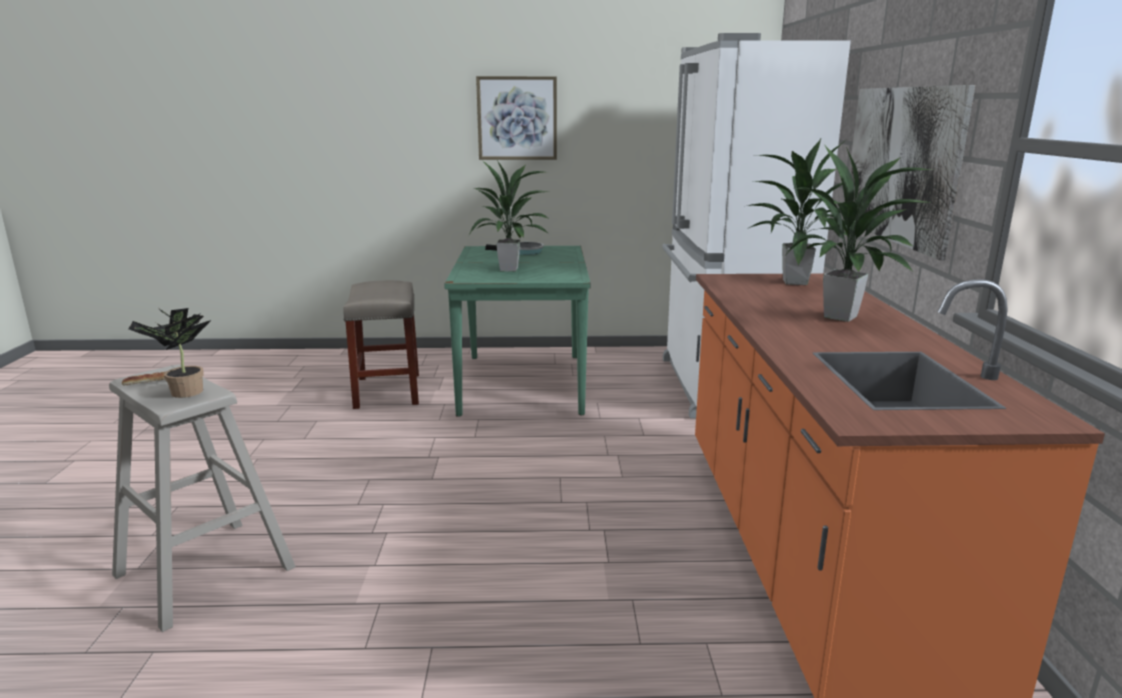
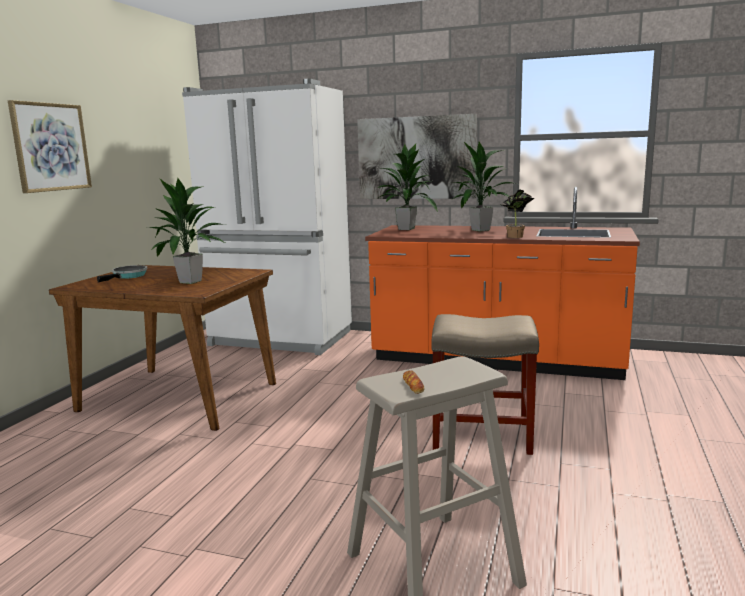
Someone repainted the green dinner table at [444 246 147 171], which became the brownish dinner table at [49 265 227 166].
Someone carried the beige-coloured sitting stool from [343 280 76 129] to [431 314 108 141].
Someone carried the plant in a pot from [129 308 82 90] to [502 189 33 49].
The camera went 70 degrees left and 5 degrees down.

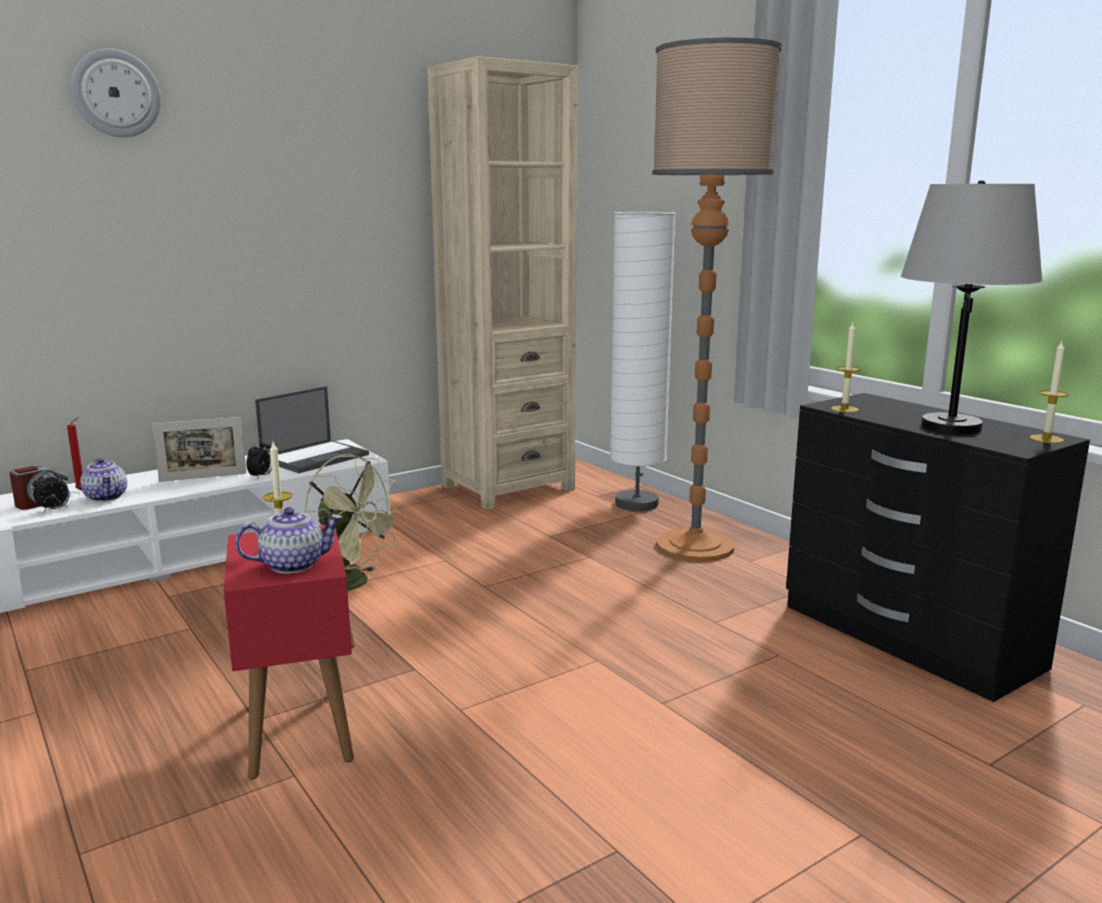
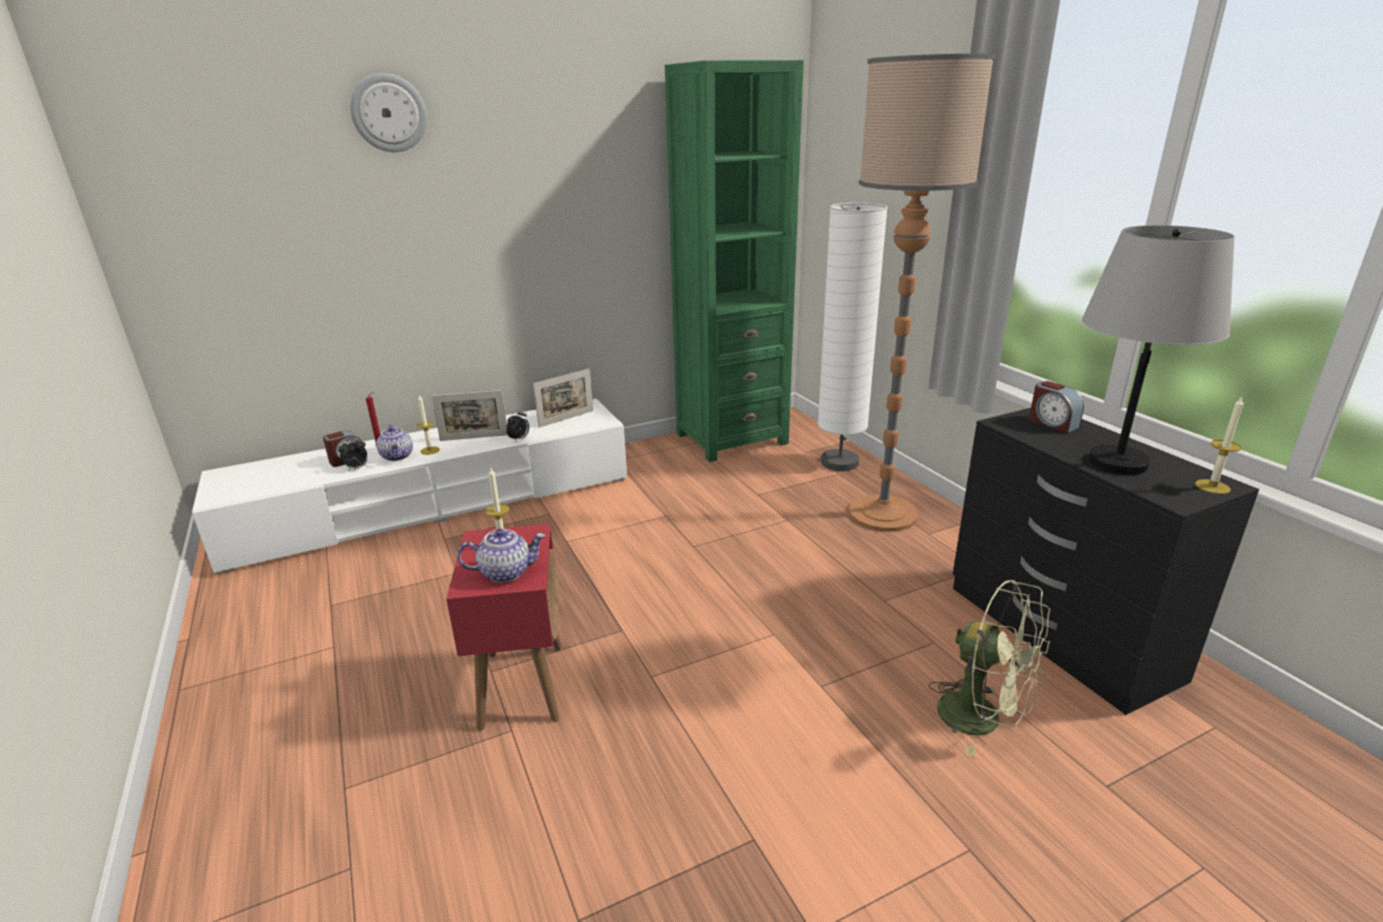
Someone carried the wax candle from [831 323 30 90] to [417 395 23 60].
Someone swapped the notebook computer at [255 386 114 87] for the photo frame at [533 369 60 58].
Someone repainted the beige-coloured bookcase at [427 56 151 454], which became the green bookcase at [665 60 139 402].
Someone carried the green fan from [305 454 98 137] to [929 580 121 177].
Someone put down the table clock at [1029 381 55 52].
The camera went 10 degrees right and 10 degrees up.

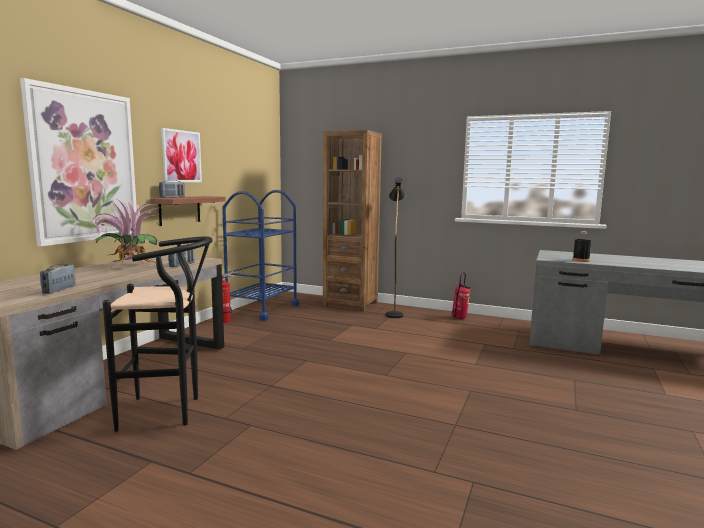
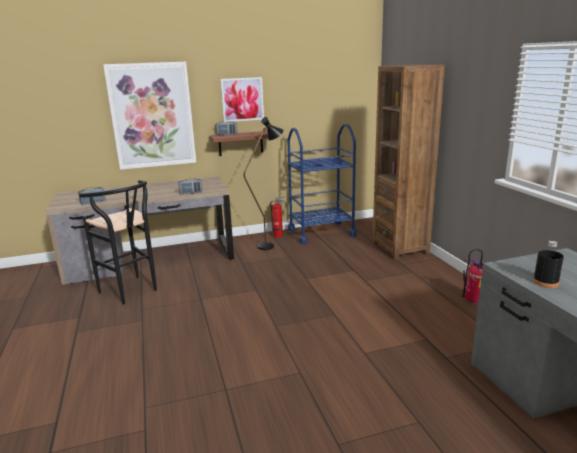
Someone carried the black floor lamp from [386 177 20 141] to [244 117 40 133].
Someone took away the plant in a pot at [91 199 71 66].
The camera went 50 degrees right and 10 degrees up.

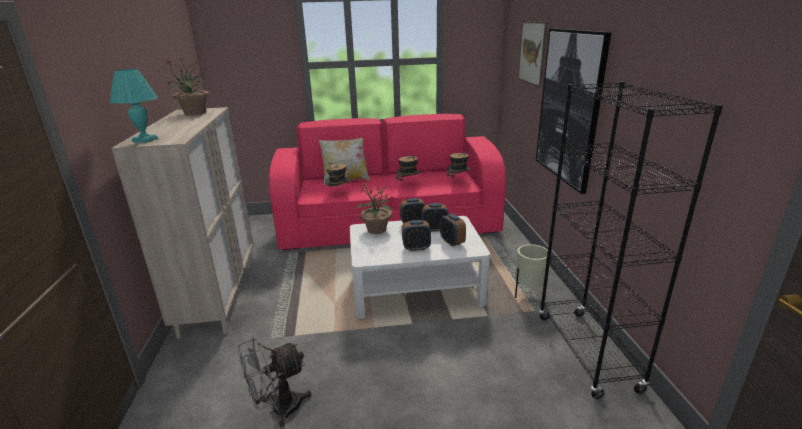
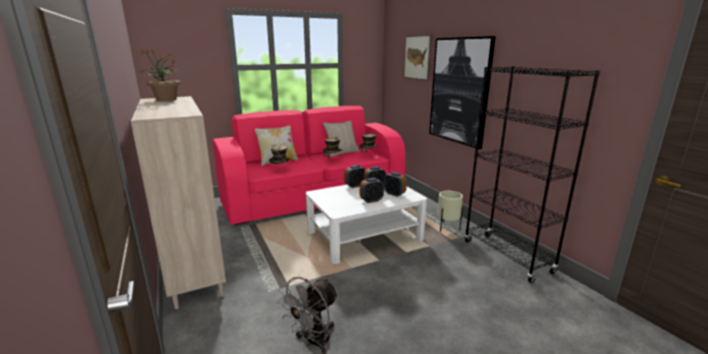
Someone put down the beige-coloured cushion at [322 121 38 36].
Someone took away the turquoise-coloured lamp for a table at [110 69 48 74].
Someone took away the plant in a pot at [355 183 39 51].
The camera went 20 degrees left and 5 degrees down.

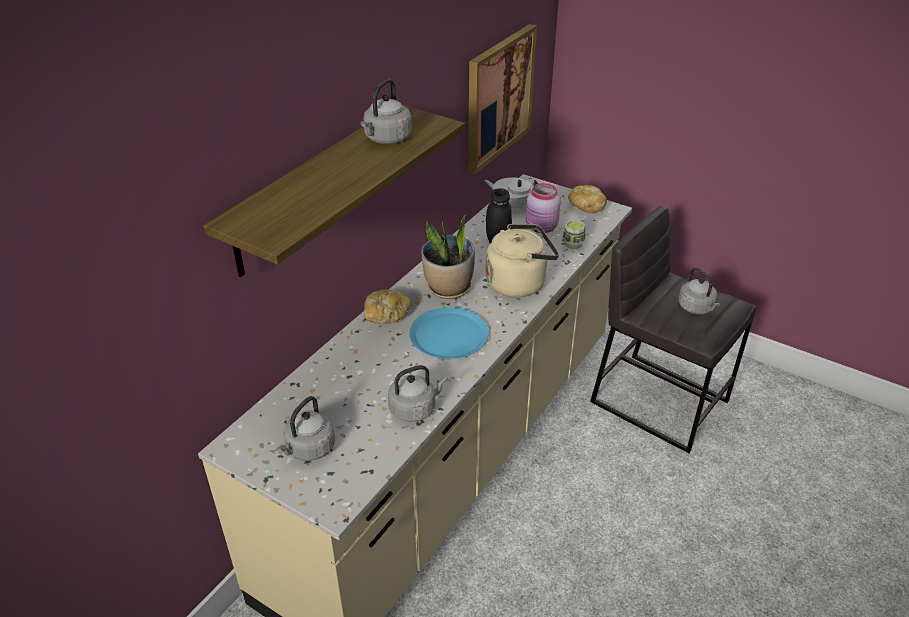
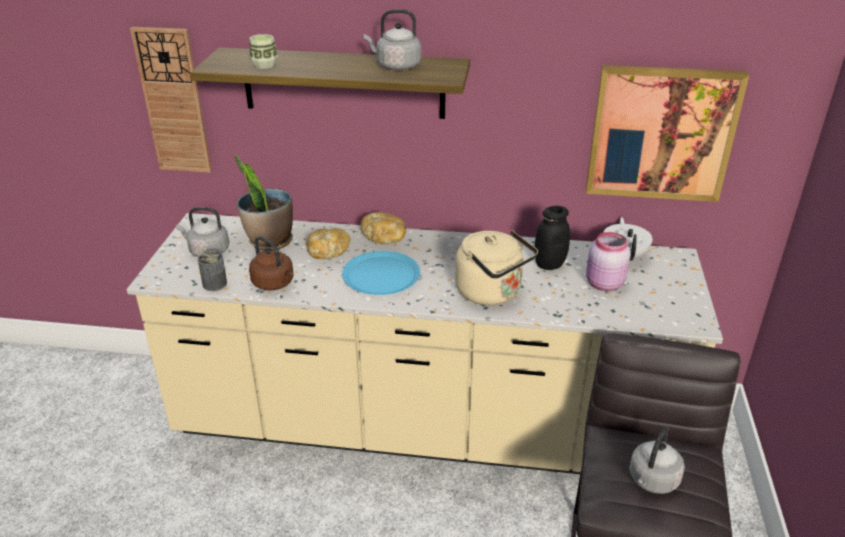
Someone put up the hanging clock at [130 27 82 146].
Someone put down the can at [198 251 29 40].
Someone carried the plant in a pot from [421 214 54 85] to [235 155 58 96].
Someone carried the drinking cup from [562 220 23 29] to [249 34 29 35].
Someone repainted the gray tea kettle at [388 365 60 57], which became the brownish tea kettle at [249 236 44 55].
Someone carried the bakery bread from [568 185 39 28] to [306 228 44 31].
The camera went 65 degrees right and 5 degrees down.

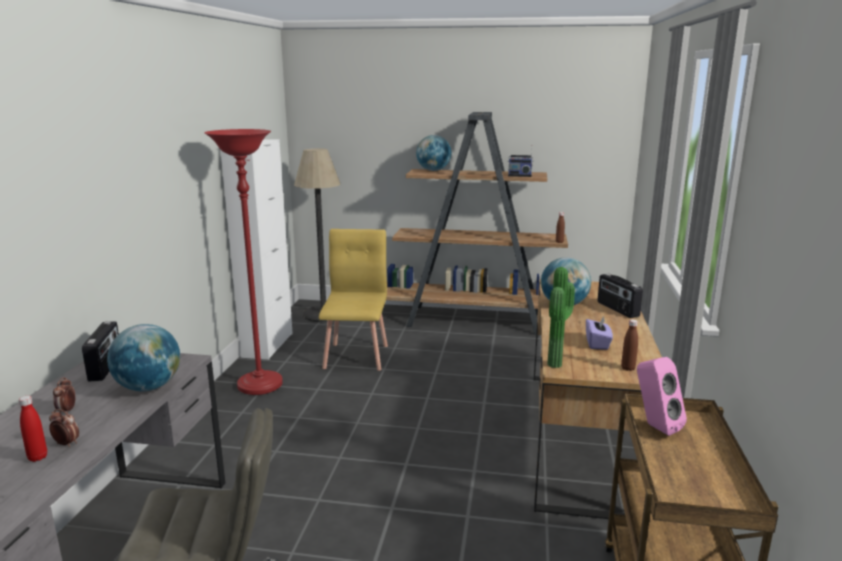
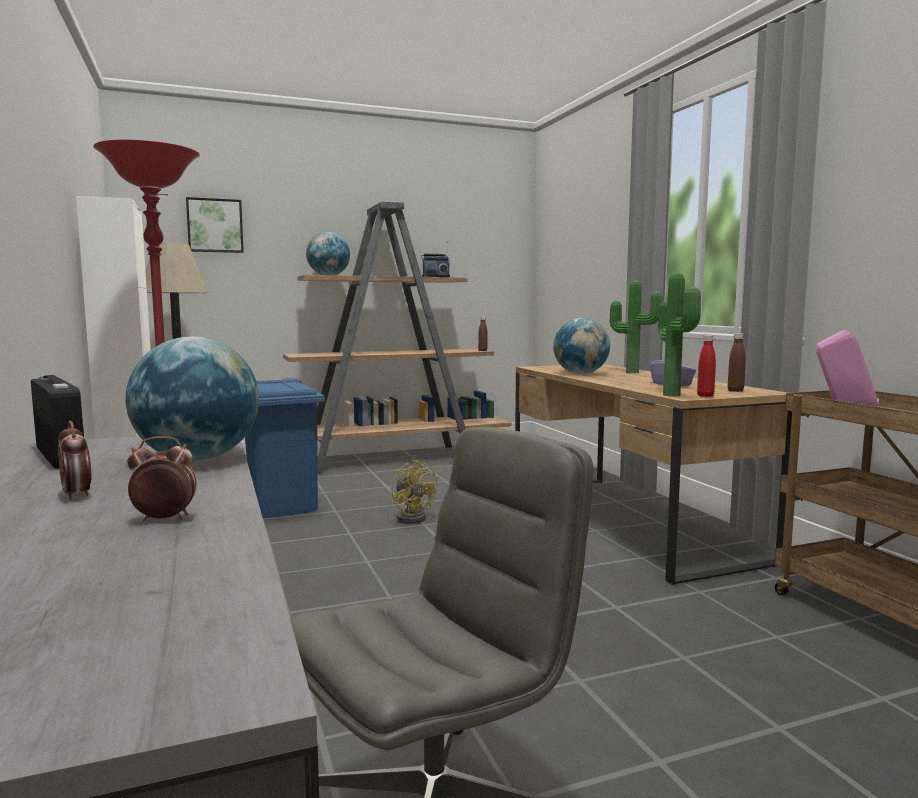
Someone put up the picture at [186 197 58 56].
Someone swapped the yellow-coloured upright chair at [319 229 69 142] for the blue waste bin at [245 379 80 139].
Someone put down the yellow-coloured fan at [391 459 47 65].
Someone swapped the radio at [598 274 45 44] for the plant in a pot at [610 280 53 93].
Someone carried the red-coloured beverage bottle from [19 396 28 66] to [697 335 19 62].
The camera went 30 degrees left and 10 degrees down.

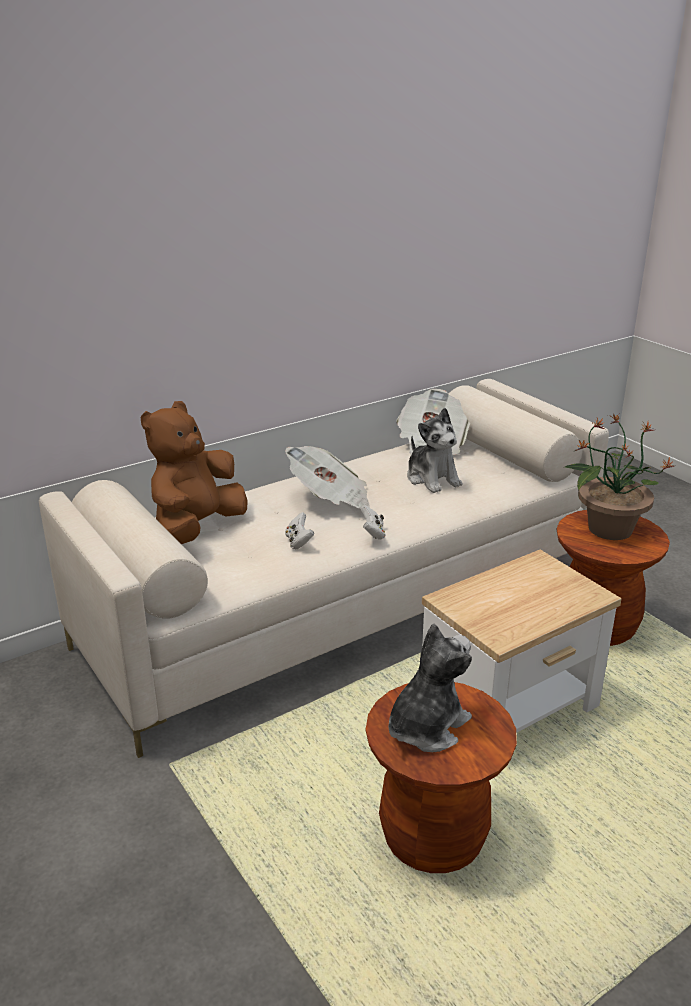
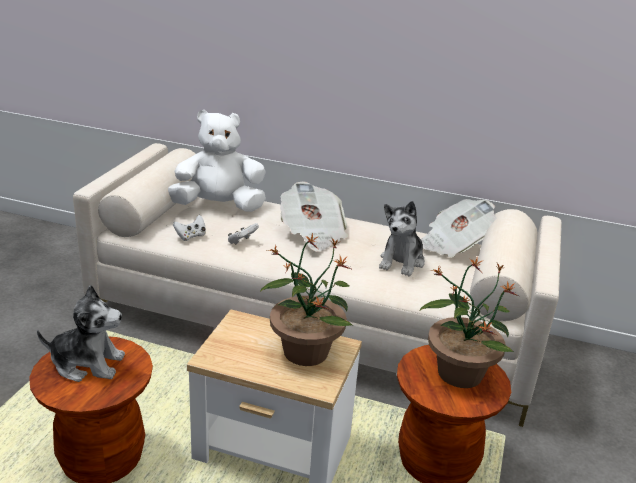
Someone repainted the brownish cuddly toy at [141 401 107 143], which became the whitish cuddly toy at [168 110 98 102].
Someone carried the whitish game controller from [361 505 25 34] to [173 215 33 26].
Someone put down the plant in a pot at [260 233 92 133].
The camera went 50 degrees right and 0 degrees up.

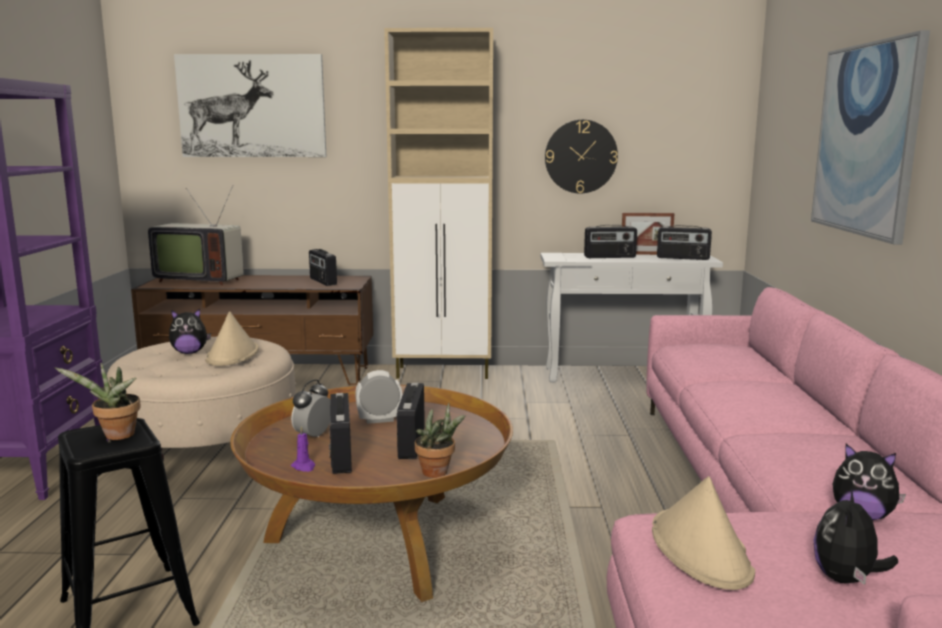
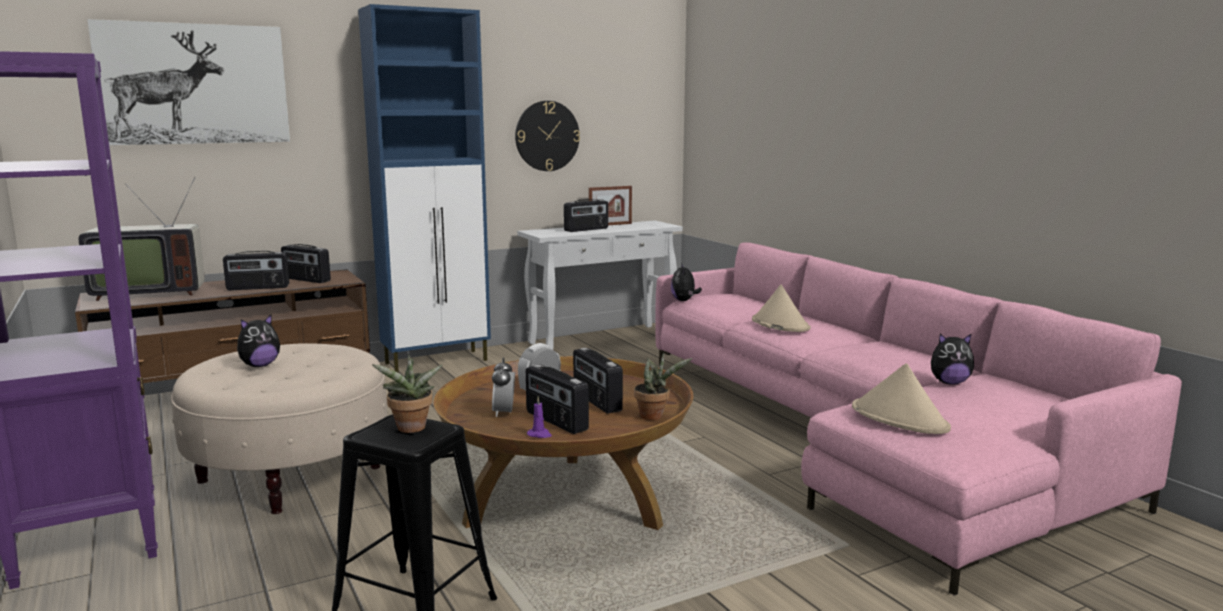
Someone carried the radio from [657 225 55 35] to [223 251 66 39].
Someone repainted the beige-coloured storage cabinet at [384 28 109 351], which became the blue storage cabinet at [358 4 133 369].
Someone carried the cuddly toy from [814 488 84 97] to [671 263 31 38].
Someone carried the beige-coloured wearable hat from [205 311 54 55] to [752 285 59 47].
Someone took away the picture at [811 30 119 214].
The camera went 30 degrees left and 0 degrees up.

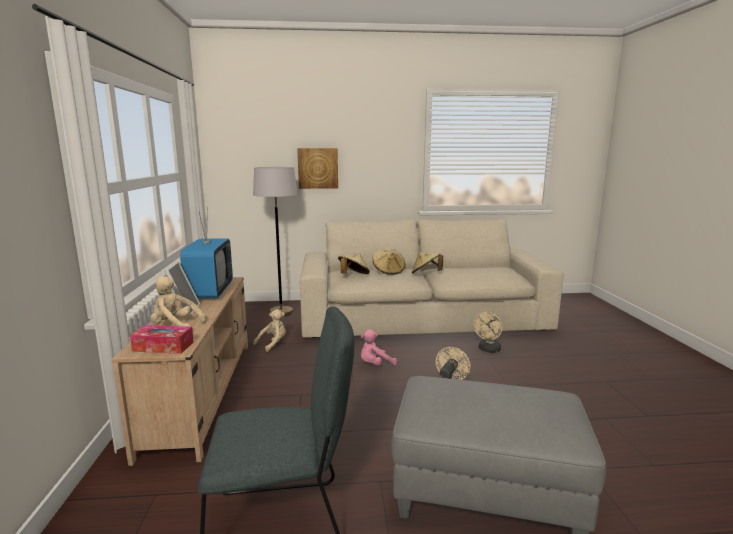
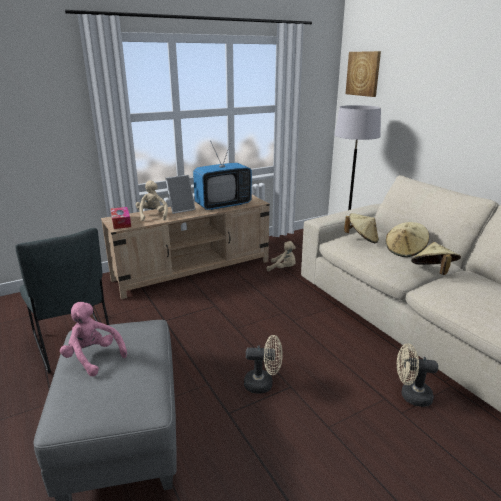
Someone carried the pinkish cuddly toy from [361 329 36 36] to [60 302 67 74].
Someone carried the picture from [297 148 41 41] to [346 51 35 46].
The camera went 65 degrees right and 10 degrees up.

